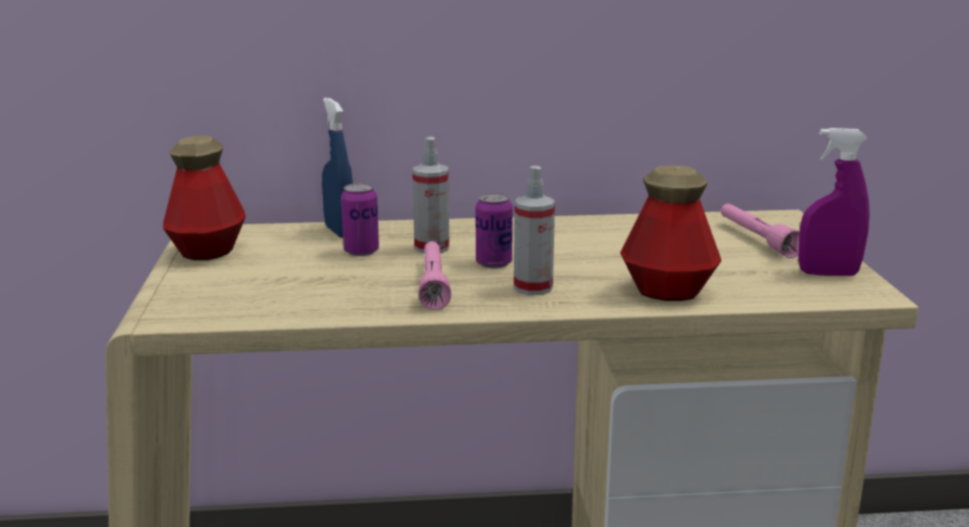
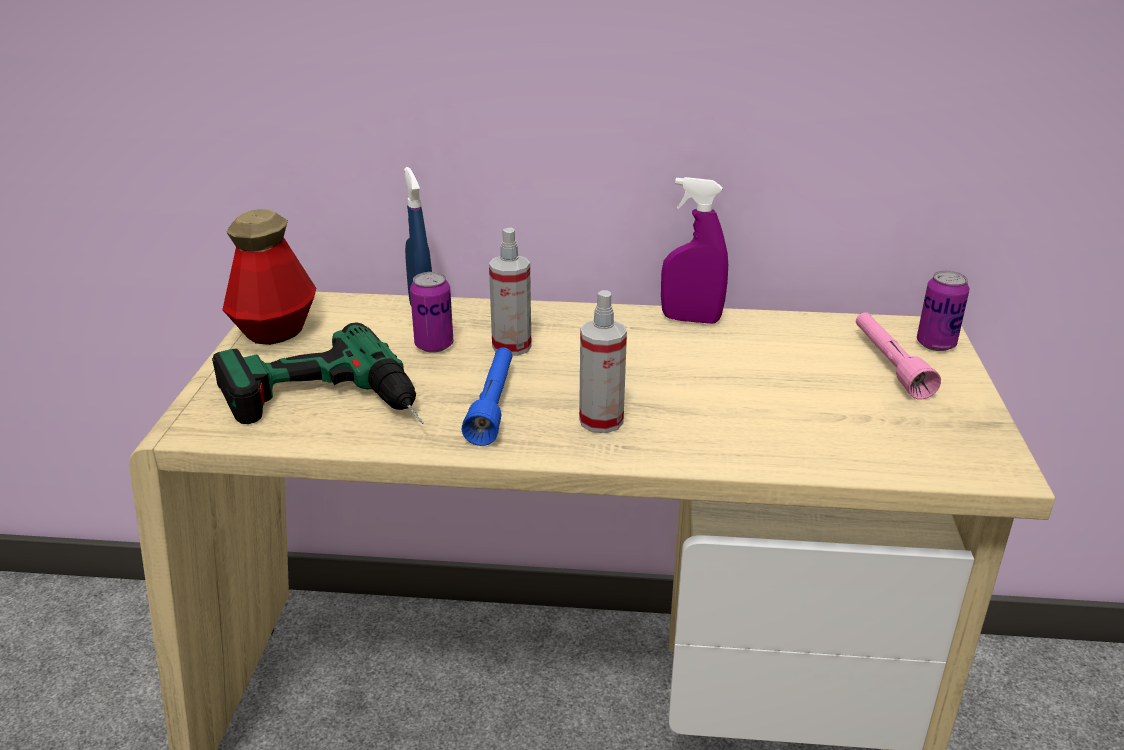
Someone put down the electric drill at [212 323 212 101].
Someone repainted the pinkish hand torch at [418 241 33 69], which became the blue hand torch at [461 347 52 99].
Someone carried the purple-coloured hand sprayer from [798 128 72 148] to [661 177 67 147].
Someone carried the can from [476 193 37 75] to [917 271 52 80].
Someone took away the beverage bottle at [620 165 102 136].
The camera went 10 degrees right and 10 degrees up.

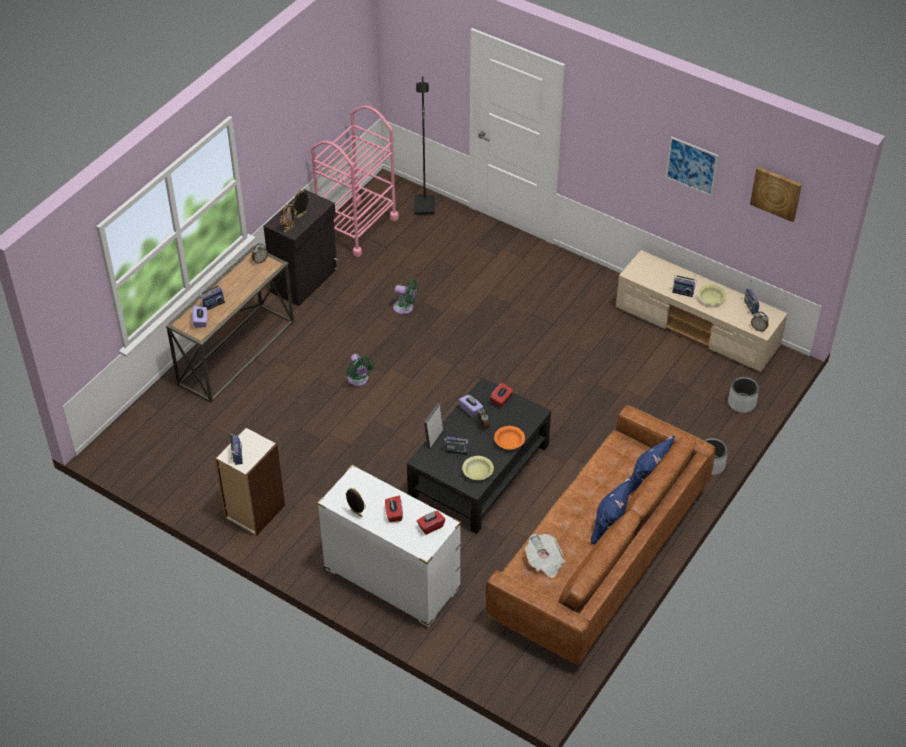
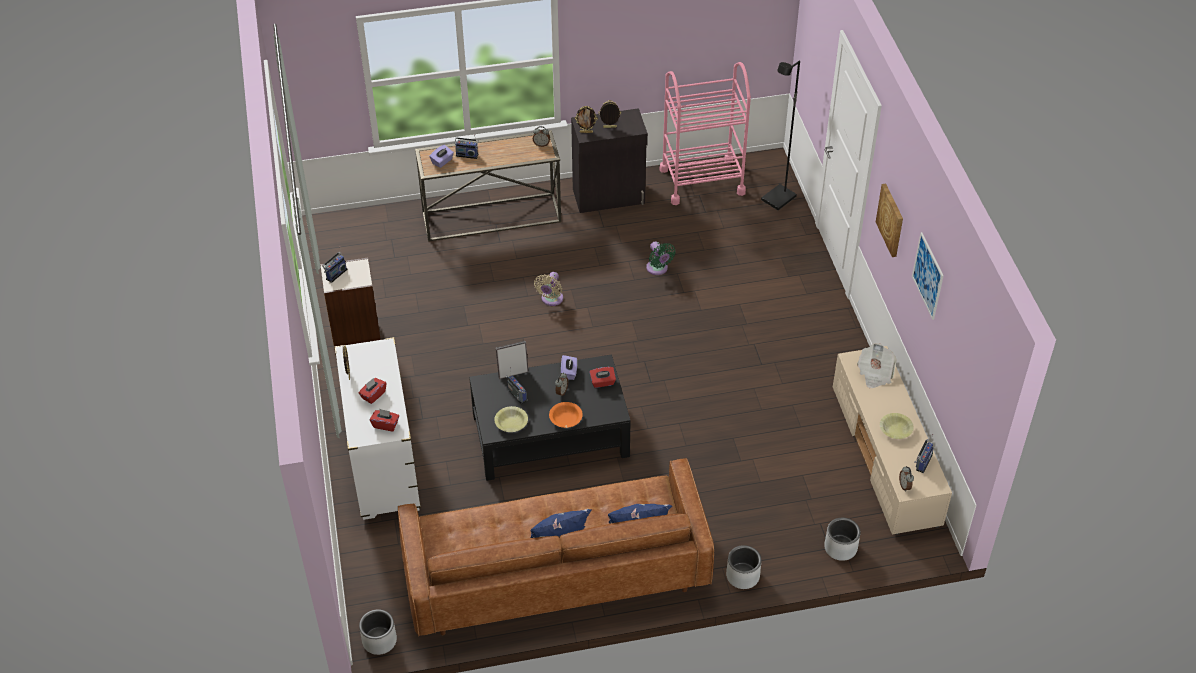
Someone put down the gray plant pot at [359 610 38 45].
Someone repainted the green fan at [347 354 27 32], which became the beige-coloured fan at [534 272 29 34].
Someone carried the daily paper from [525 534 40 44] to [857 343 40 45].
Someone carried the picture from [750 167 52 55] to [876 184 27 73].
Someone took away the radio at [672 275 25 22].
The camera went 45 degrees right and 0 degrees up.

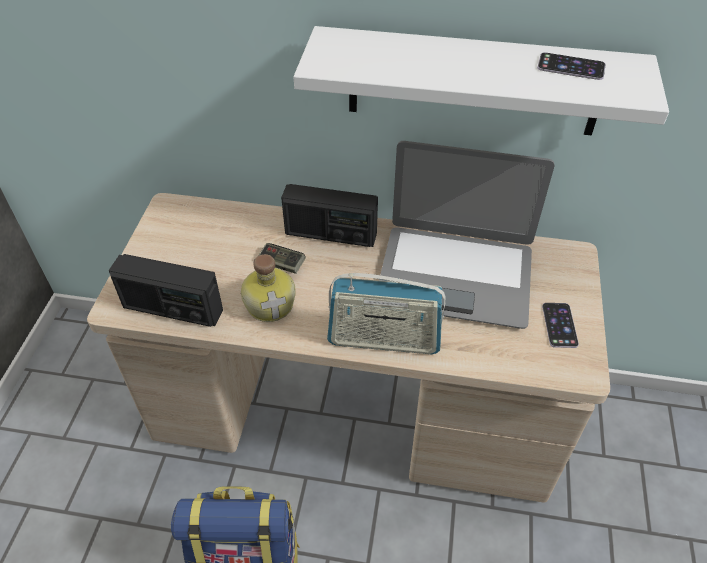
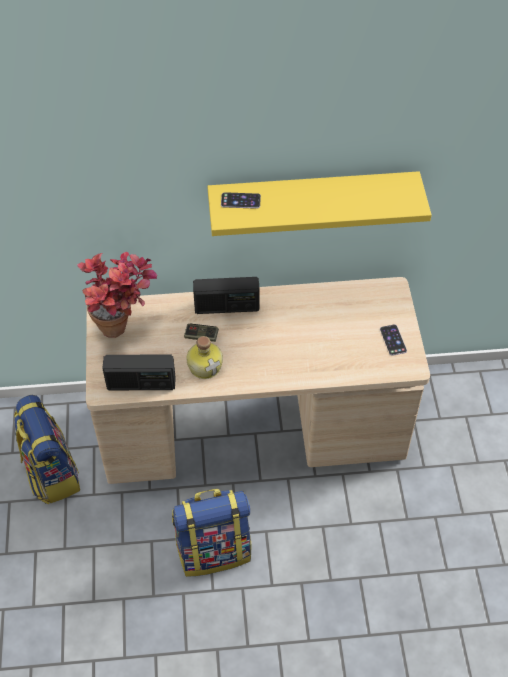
Someone put down the rucksack at [14 395 66 110].
Someone put down the plant in a pot at [77 252 80 86].
Someone repainted the whitish bracket shelf at [293 26 376 110], which became the yellow-coloured bracket shelf at [207 171 225 65].
Someone carried the phone from [537 52 69 28] to [221 192 40 17].
Someone took away the radio at [327 273 119 81].
Someone took away the notebook computer at [379 141 175 188].
The camera went 15 degrees left and 5 degrees up.

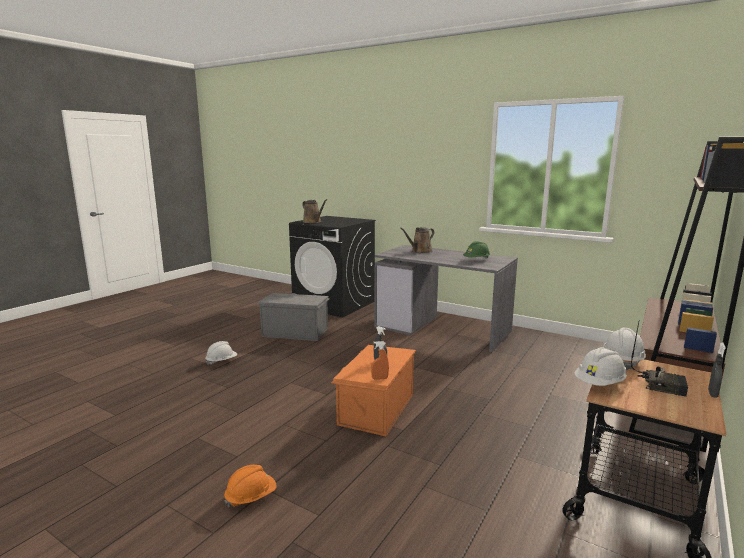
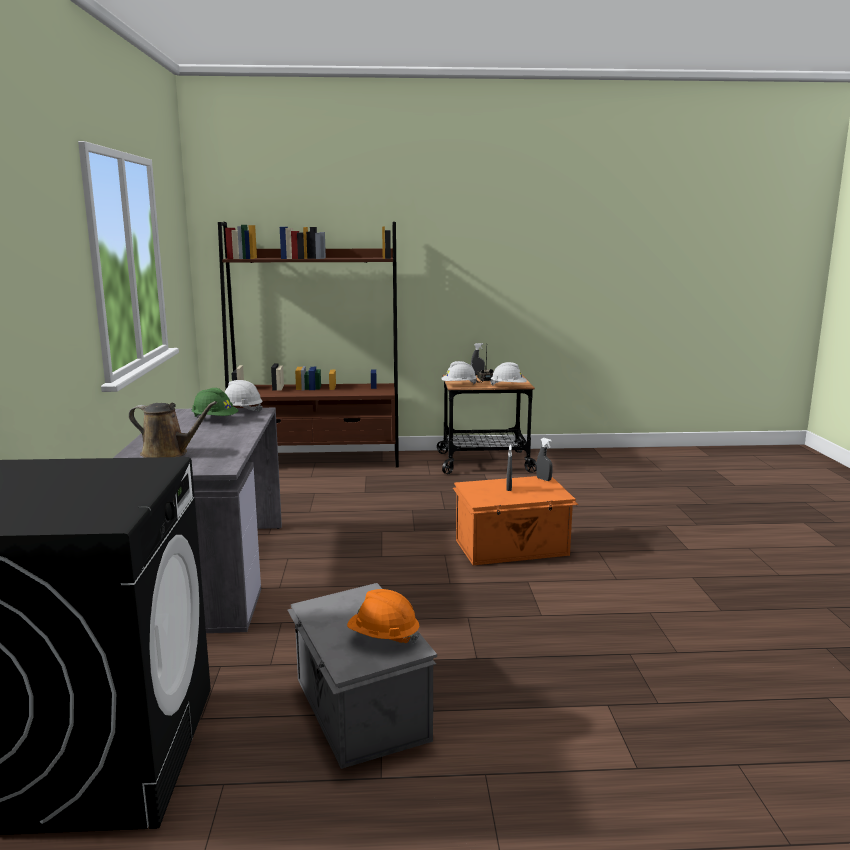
Someone carried the whitish safety helmet from [205 341 32 24] to [225 380 38 33].
Someone carried the orange safety helmet from [224 465 53 43] to [347 589 73 55].
Someone repainted the orange hand sprayer at [371 341 18 39], which became the gray hand sprayer at [536 438 17 43].
Someone took away the brownish watering pot at [302 199 25 24].
The camera went 125 degrees left and 0 degrees up.

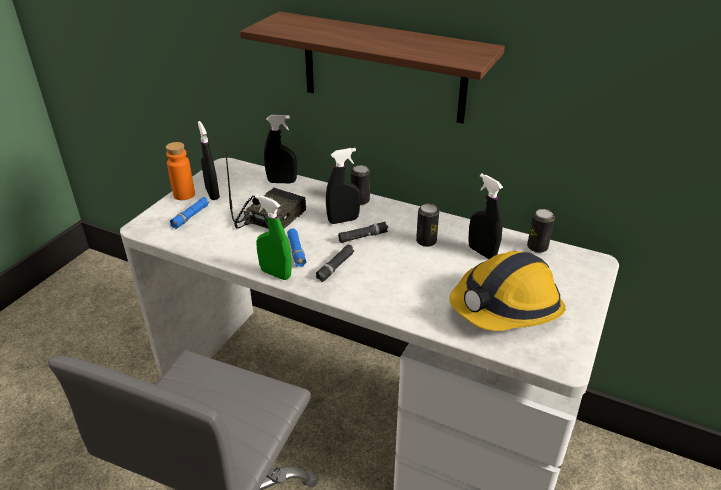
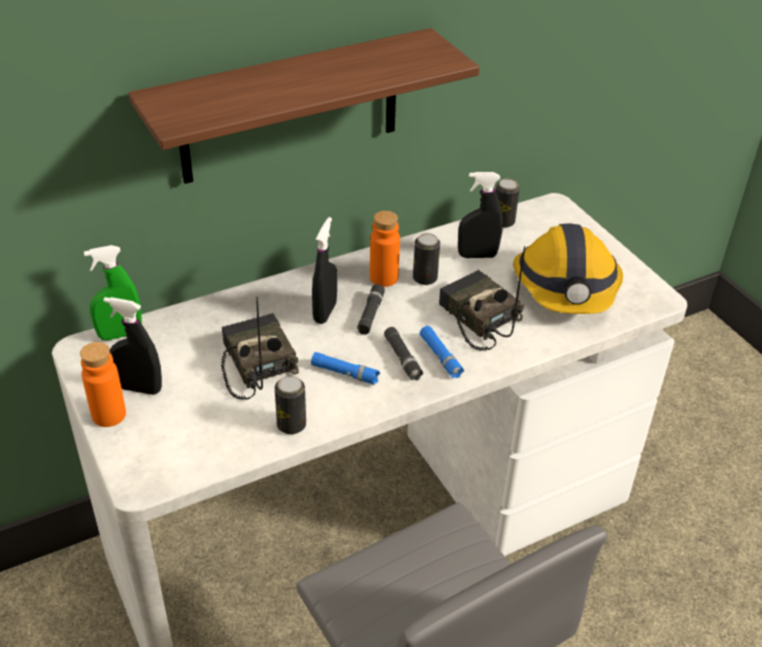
Someone carried the green hand sprayer from [255 195 36 85] to [84 245 58 96].
Someone carried the can from [351 165 19 40] to [275 376 31 58].
Someone put down the orange beverage bottle at [370 211 30 76].
Someone carried the blue hand torch from [169 197 40 32] to [420 326 44 52].
Someone put down the radio at [439 246 86 105].
Someone took away the black hand sprayer at [264 115 33 68].
The camera went 55 degrees left and 5 degrees up.

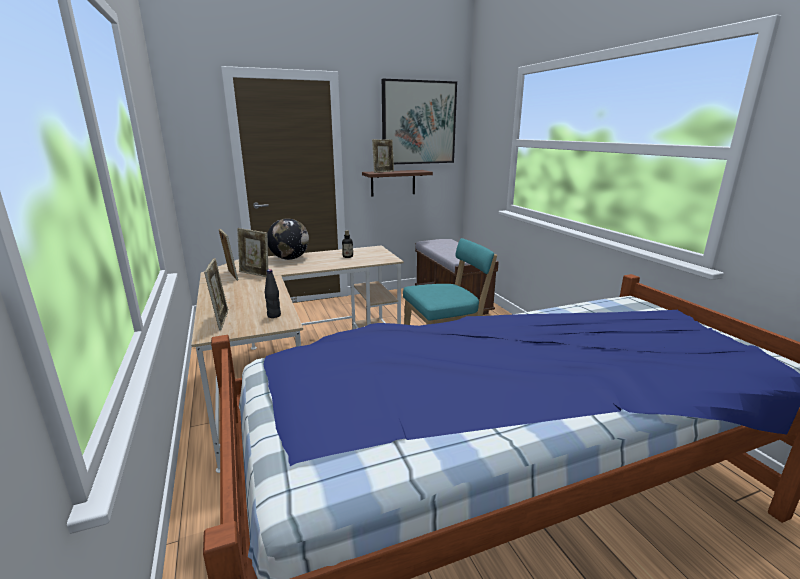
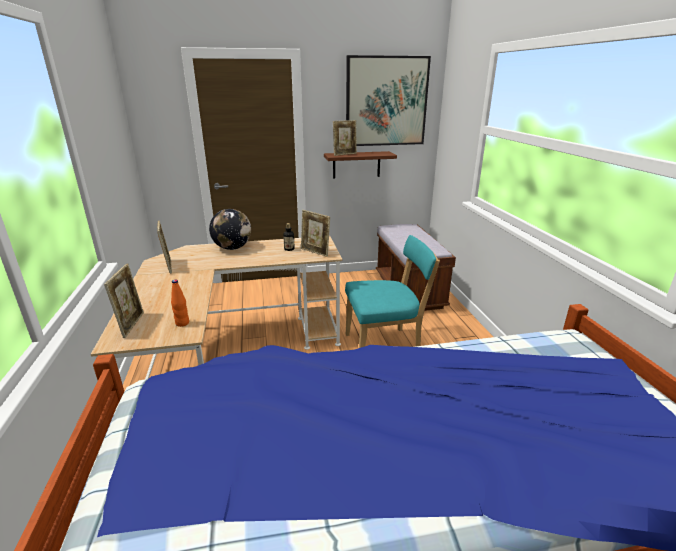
Someone repainted the black beverage bottle at [265 269 16 49], which became the orange beverage bottle at [171 280 18 47].
Someone carried the photo frame from [237 228 31 49] to [301 210 29 47].
The camera went 10 degrees right and 5 degrees up.

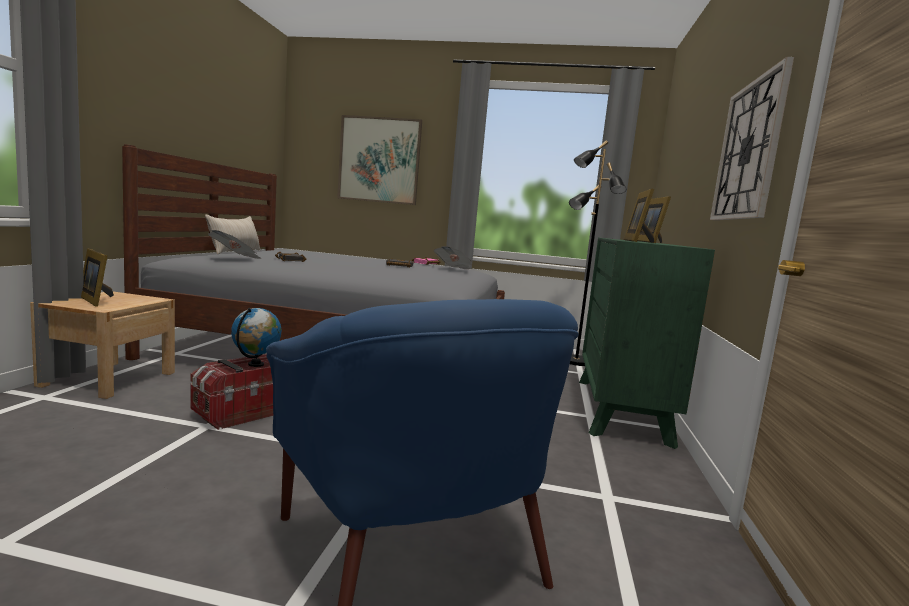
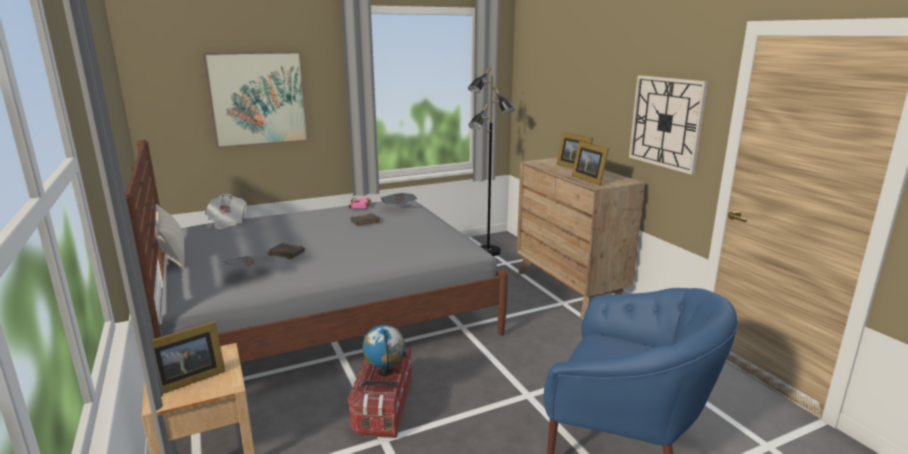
Someone rotated the photo frame at [81 249 33 58] by 45 degrees counterclockwise.
Someone put down the daily paper at [205 194 42 35].
Someone repainted the green chest of drawers at [579 238 136 211], which became the brownish chest of drawers at [517 158 128 160].
The camera went 35 degrees left and 10 degrees up.

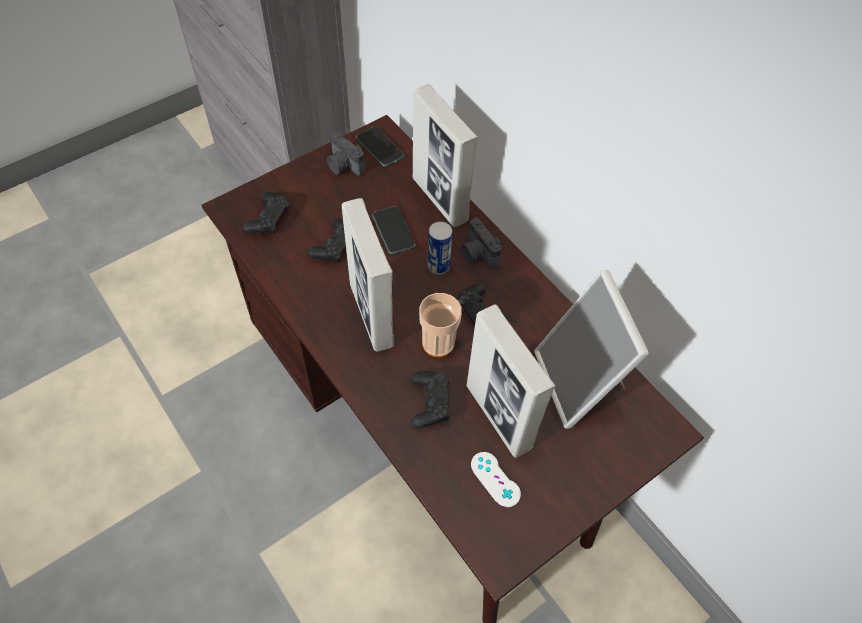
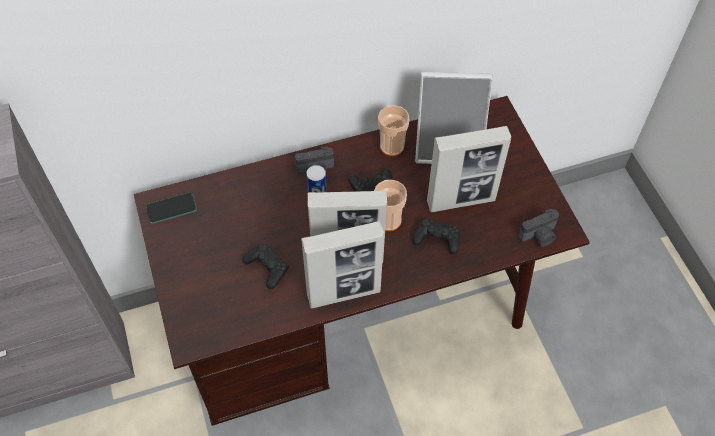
Someone carried the photo frame from [413 84 65 143] to [301 221 83 87].
Someone put down the drinking cup at [378 105 31 51].
Someone carried the photo camera from [327 131 38 45] to [518 209 41 38].
Someone took away the black game controller at [242 192 48 42].
Someone took away the phone at [372 206 43 48].
Someone took away the whitish game controller at [471 452 50 55].
The camera went 70 degrees left and 0 degrees up.

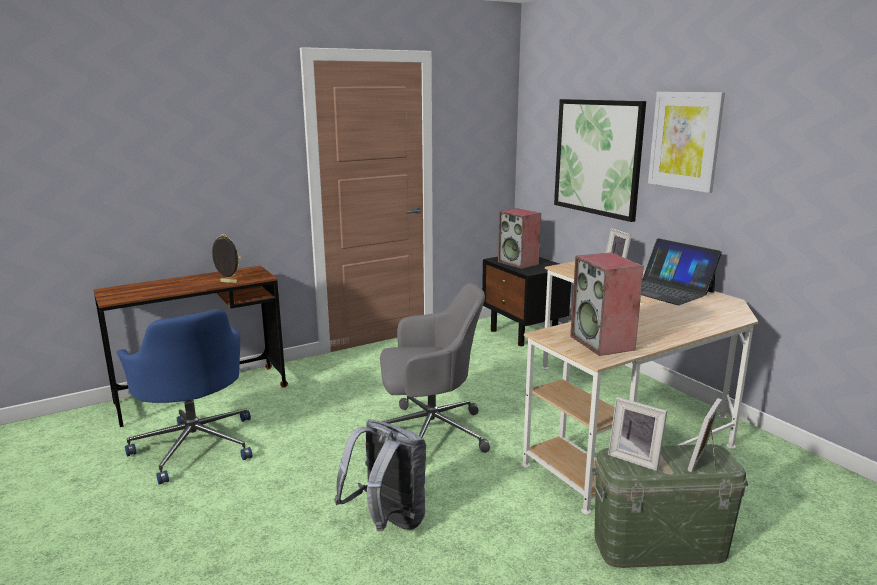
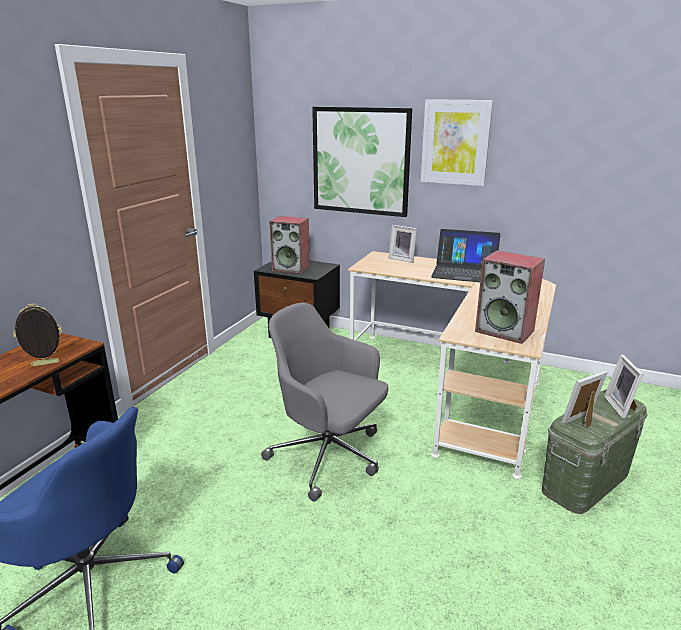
Someone rotated the gray office chair at [380 283 110 170] by 105 degrees counterclockwise.
Someone rotated the photo frame at [608 397 59 74] by 150 degrees clockwise.
Someone took away the gray rucksack at [334 419 92 112].
The camera went 35 degrees left and 5 degrees up.

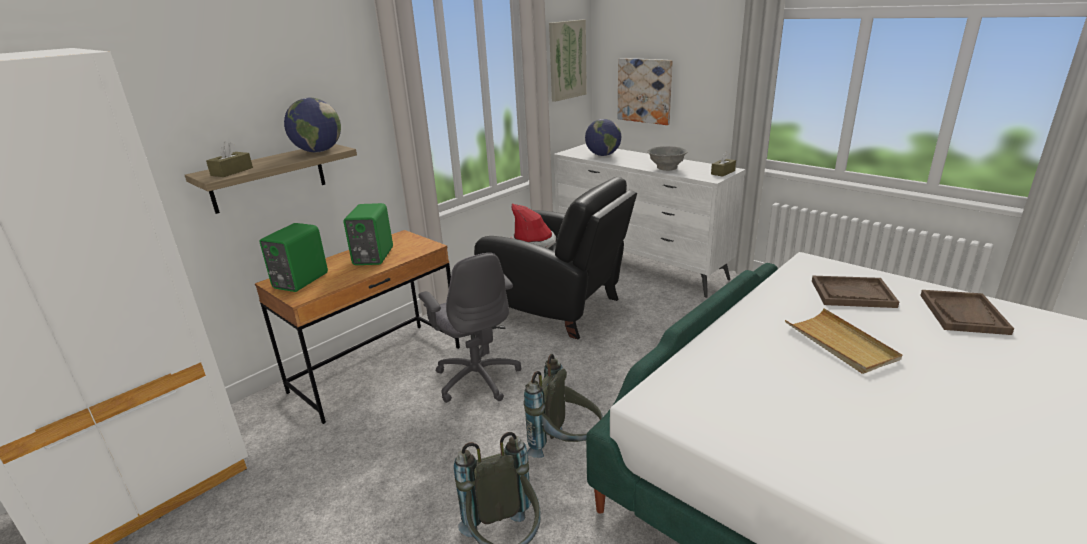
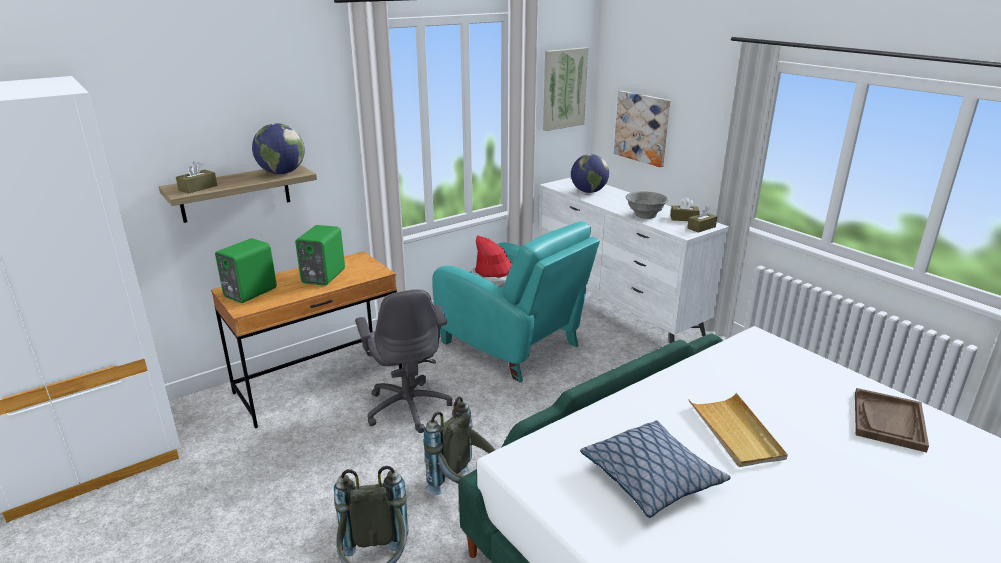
Someone repainted the black lounge chair at [474 177 163 163], which became the turquoise-coloured lounge chair at [432 221 168 162].
Someone put down the cushion at [580 420 151 98].
Someone put down the brownish box of tissues at [670 197 30 24].
Someone took away the brownish tray at [812 276 87 32].
The camera went 10 degrees right and 0 degrees up.

